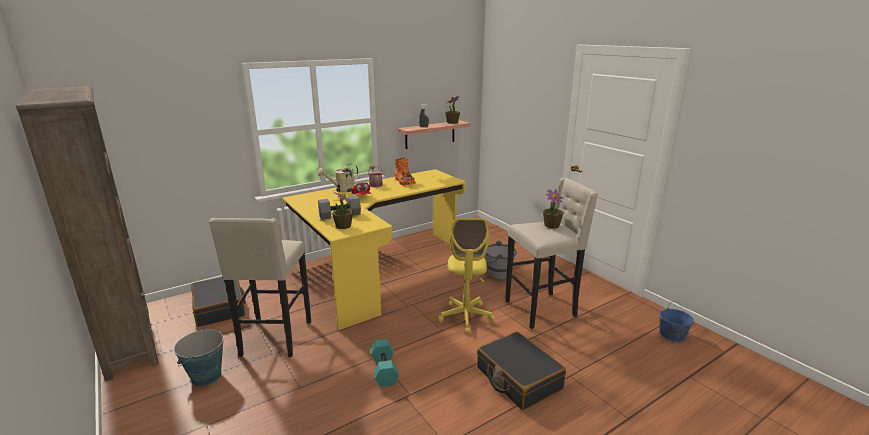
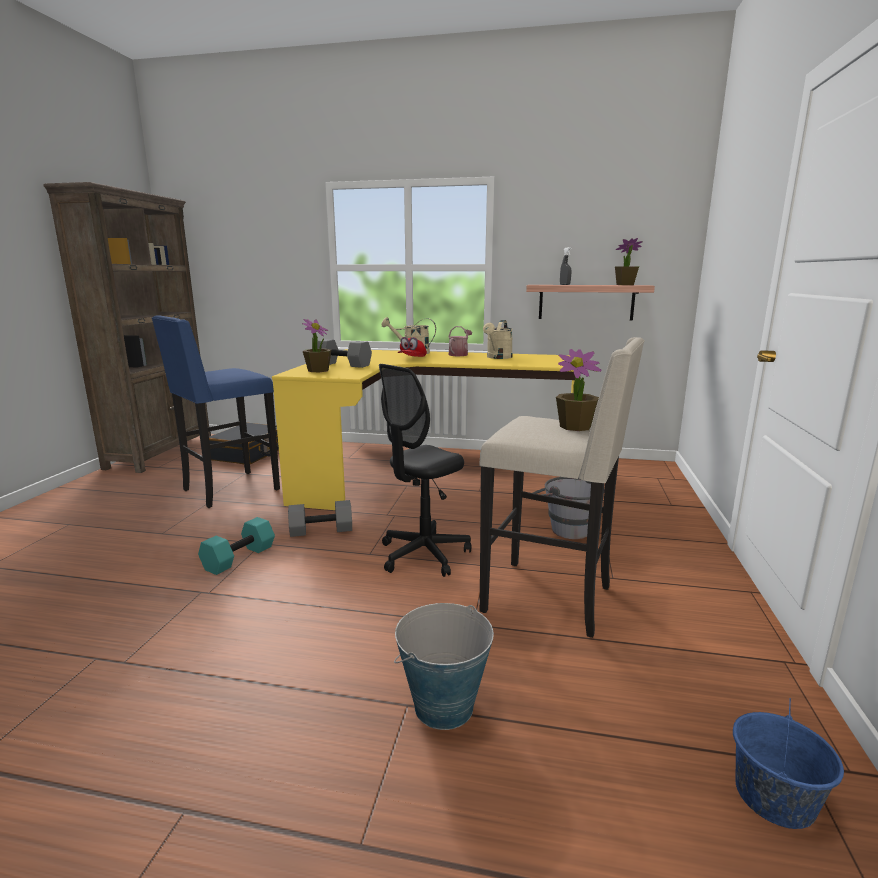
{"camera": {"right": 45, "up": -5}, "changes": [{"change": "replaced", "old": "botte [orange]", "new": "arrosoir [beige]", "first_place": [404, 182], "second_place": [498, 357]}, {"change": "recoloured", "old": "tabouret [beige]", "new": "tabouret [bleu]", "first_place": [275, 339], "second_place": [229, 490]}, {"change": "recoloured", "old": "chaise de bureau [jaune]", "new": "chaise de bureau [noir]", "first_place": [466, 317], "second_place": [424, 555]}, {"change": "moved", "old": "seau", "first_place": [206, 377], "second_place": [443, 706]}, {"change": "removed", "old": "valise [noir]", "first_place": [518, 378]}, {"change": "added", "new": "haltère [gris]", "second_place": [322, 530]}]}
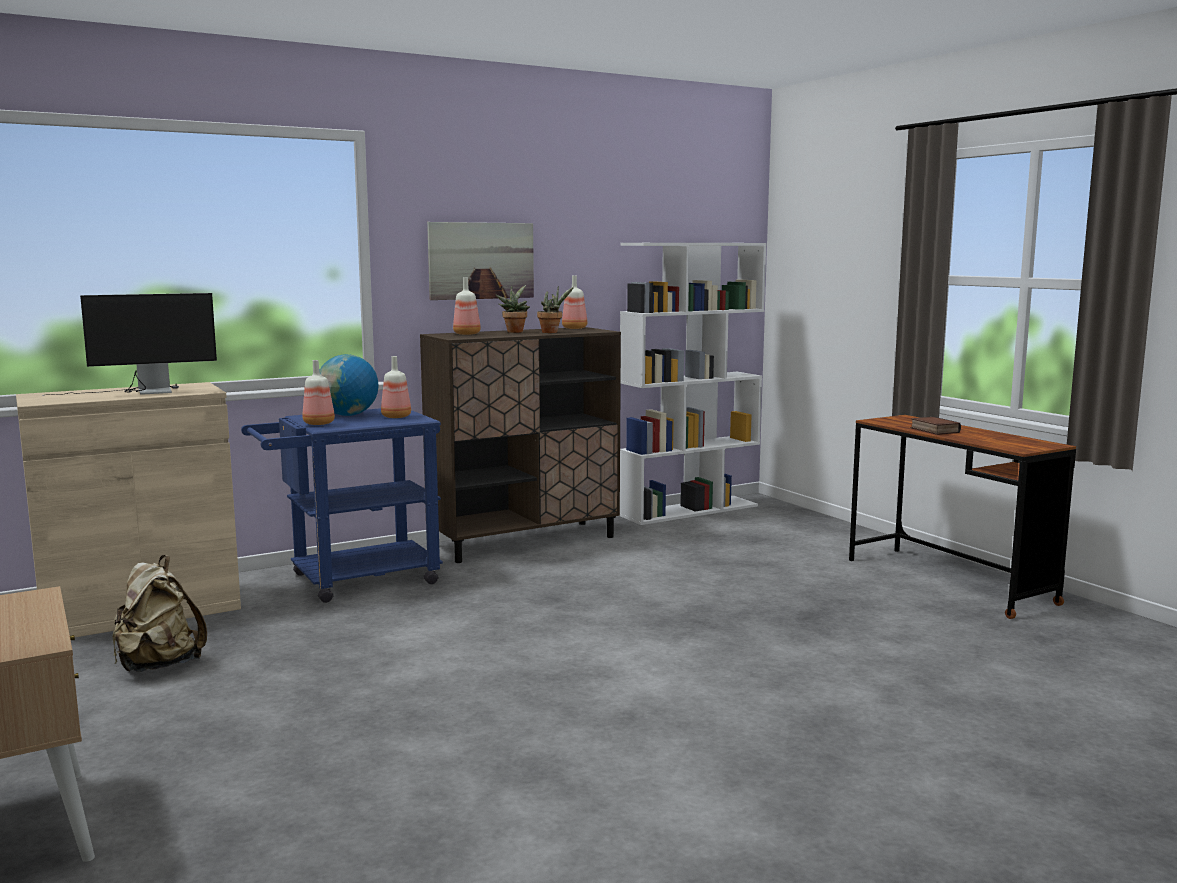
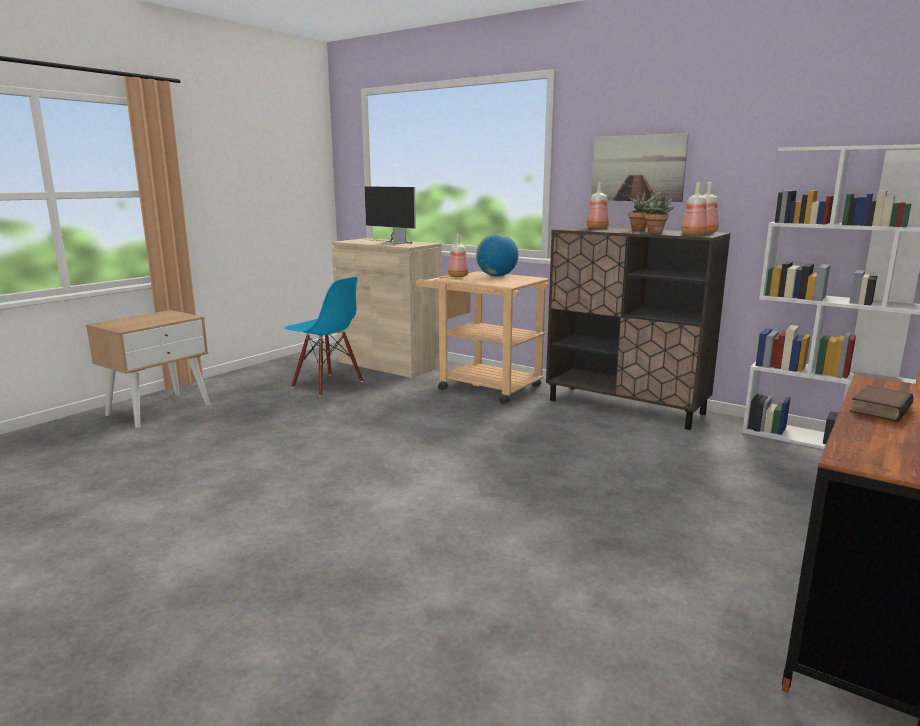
{"camera": {"right": 65, "up": 5}, "changes": [{"change": "moved", "old": "bouteille", "first_place": [397, 417], "second_place": [693, 234]}, {"change": "recoloured", "old": "chariot [bleu]", "new": "chariot [beige]", "first_place": [351, 581], "second_place": [482, 386]}, {"change": "replaced", "old": "sac à dos [beige]", "new": "chaise [bleu]", "first_place": [158, 665], "second_place": [327, 384]}]}
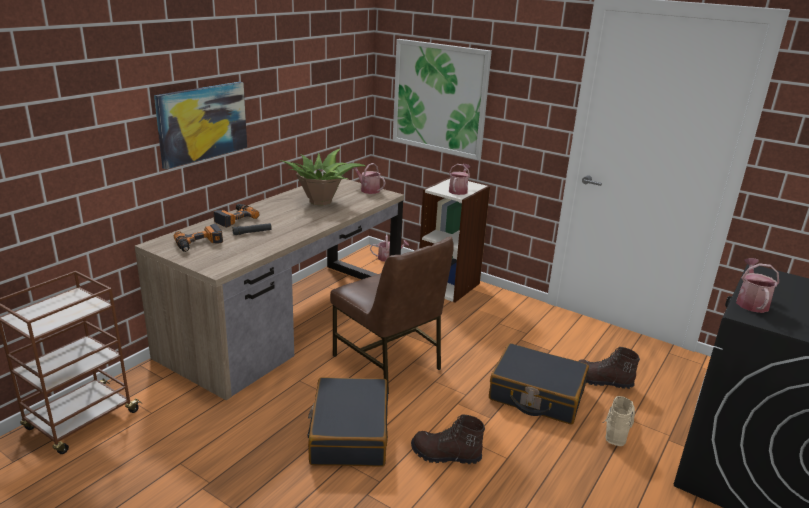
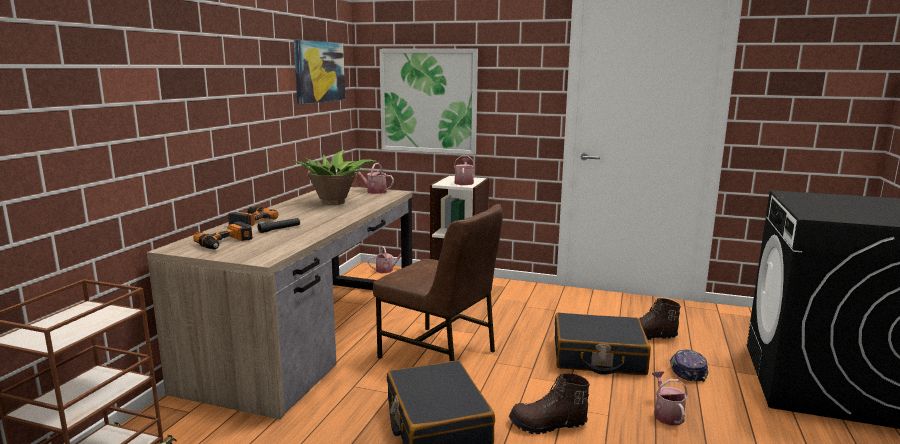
{"camera": {"right": -15, "up": -10}, "changes": [{"change": "moved", "old": "tableau", "first_place": [202, 123], "second_place": [319, 72]}, {"change": "moved", "old": "arrosoir", "first_place": [751, 302], "second_place": [666, 414]}, {"change": "replaced", "old": "botte [beige]", "new": "casquette", "first_place": [617, 428], "second_place": [687, 371]}]}
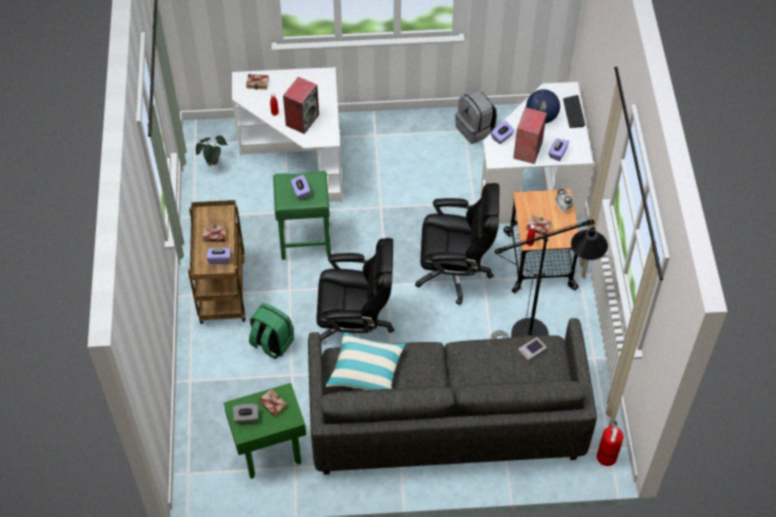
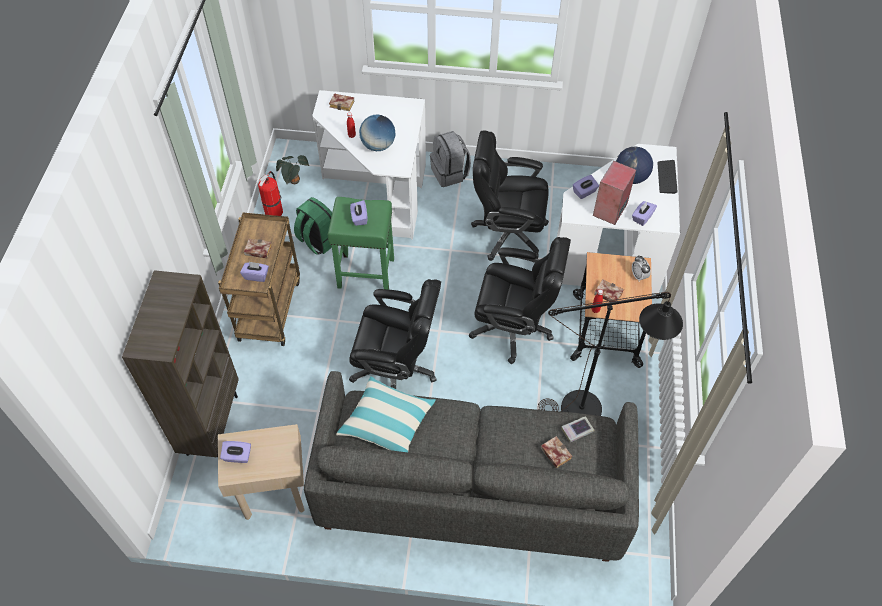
{"camera": {"right": 10, "up": 0}, "changes": [{"change": "replaced", "old": "enceinte", "new": "globe", "first_place": [302, 119], "second_place": [378, 145]}, {"change": "moved", "old": "sac à dos [gris]", "first_place": [475, 129], "second_place": [450, 173]}, {"change": "moved", "old": "sac à dos [vert]", "first_place": [271, 343], "second_place": [318, 241]}, {"change": "recoloured", "old": "table d'appoint [vert]", "new": "table d'appoint [beige]", "first_place": [270, 453], "second_place": [273, 495]}, {"change": "moved", "old": "livre", "first_place": [271, 404], "second_place": [554, 453]}, {"change": "recoloured", "old": "boîte à mouchoirs [gris]", "new": "boîte à mouchoirs [violet]", "first_place": [246, 417], "second_place": [237, 456]}, {"change": "moved", "old": "extincteur", "first_place": [606, 455], "second_place": [274, 211]}, {"change": "added", "new": "chaise de bureau [noir]", "second_place": [507, 233]}, {"change": "added", "new": "bibliothèque [marron]", "second_place": [211, 424]}]}
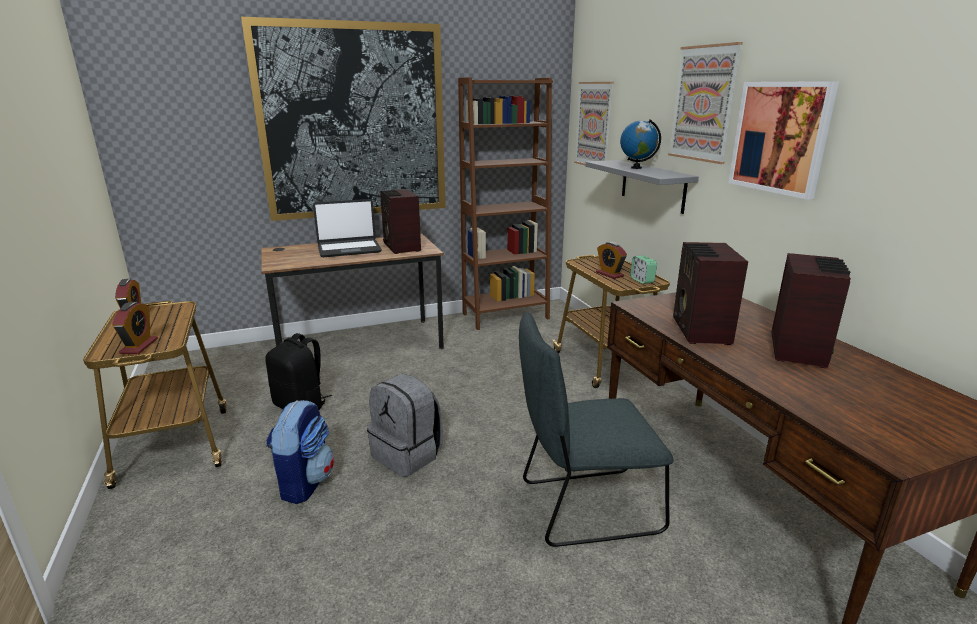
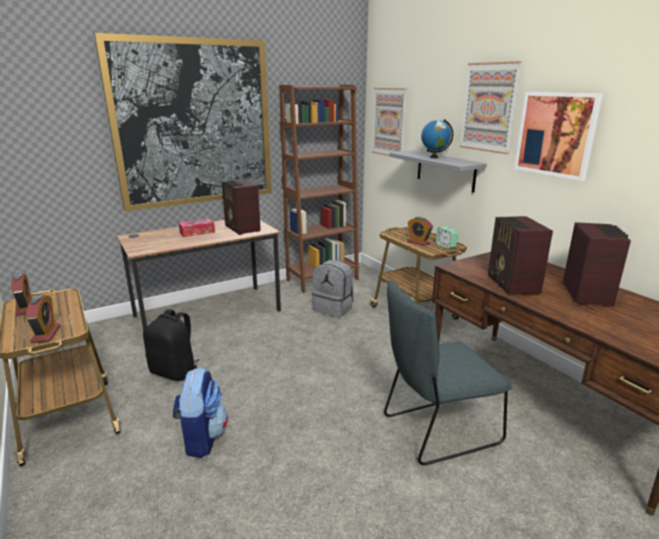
{"camera": {"right": -10, "up": 0}, "changes": [{"change": "replaced", "old": "ordinateur portable", "new": "boîte à mouchoirs", "first_place": [349, 249], "second_place": [197, 232]}, {"change": "moved", "old": "sac à dos [gris]", "first_place": [408, 455], "second_place": [334, 308]}]}
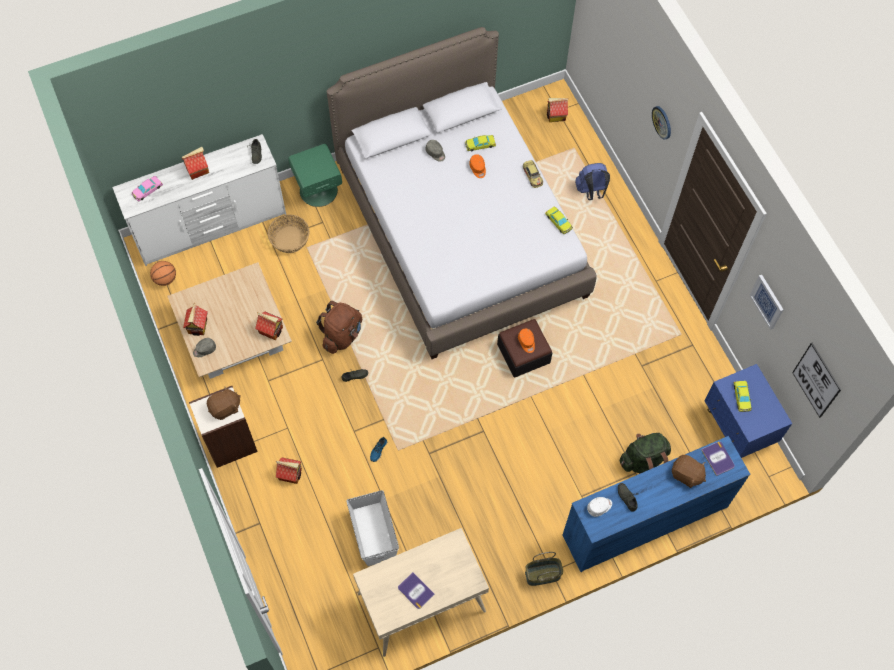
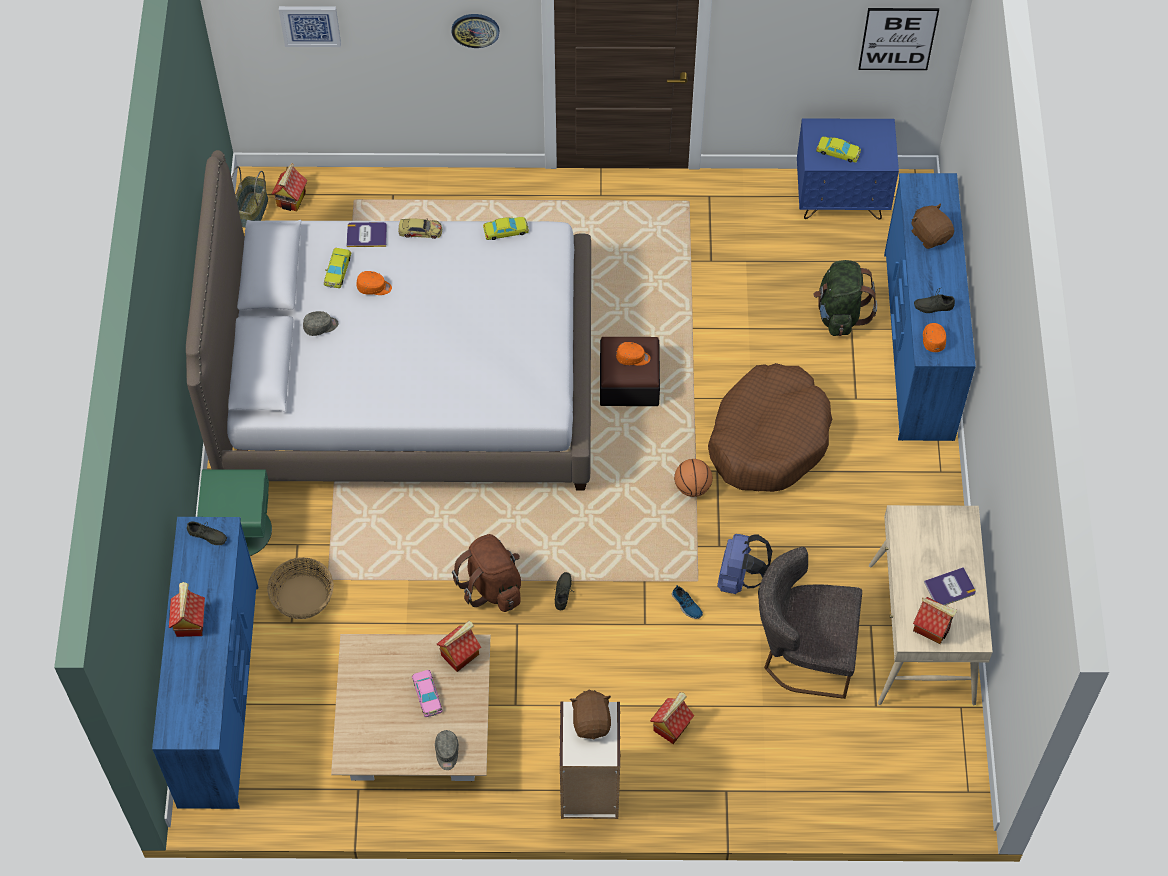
{"camera": {"right": -65, "up": -5}, "changes": [{"change": "recoloured", "old": "commode [blanc]", "new": "commode [bleu]", "first_place": [211, 226], "second_place": [220, 694]}, {"change": "moved", "old": "sac à dos [bleu]", "first_place": [591, 191], "second_place": [739, 578]}, {"change": "moved", "old": "petite voiture [rose]", "first_place": [147, 190], "second_place": [427, 695]}, {"change": "moved", "old": "ballon de basket", "first_place": [165, 279], "second_place": [692, 487]}, {"change": "moved", "old": "tableau", "first_place": [767, 301], "second_place": [310, 25]}, {"change": "moved", "old": "maison miniature", "first_place": [198, 326], "second_place": [932, 627]}, {"change": "moved", "old": "livre", "first_place": [718, 458], "second_place": [367, 235]}, {"change": "turned", "old": "peluche [marron]", "first_place": [686, 475], "second_place": [930, 235], "degrees": -90}, {"change": "replaced", "old": "boîte de rangement [blanc]", "new": "chaise [gris]", "first_place": [374, 533], "second_place": [803, 654]}, {"change": "recoloured", "old": "casquette [blanc]", "new": "casquette [orange]", "first_place": [599, 507], "second_place": [933, 339]}, {"change": "moved", "old": "panier", "first_place": [542, 575], "second_place": [253, 211]}, {"change": "added", "new": "panier pour chien [marron]", "second_place": [768, 438]}]}
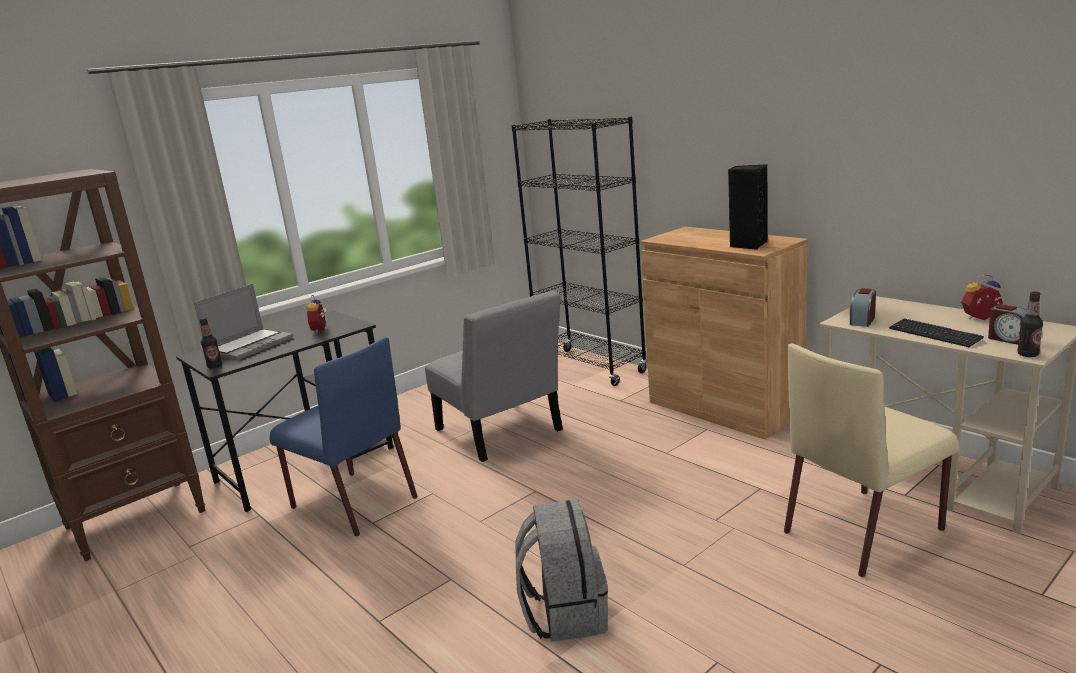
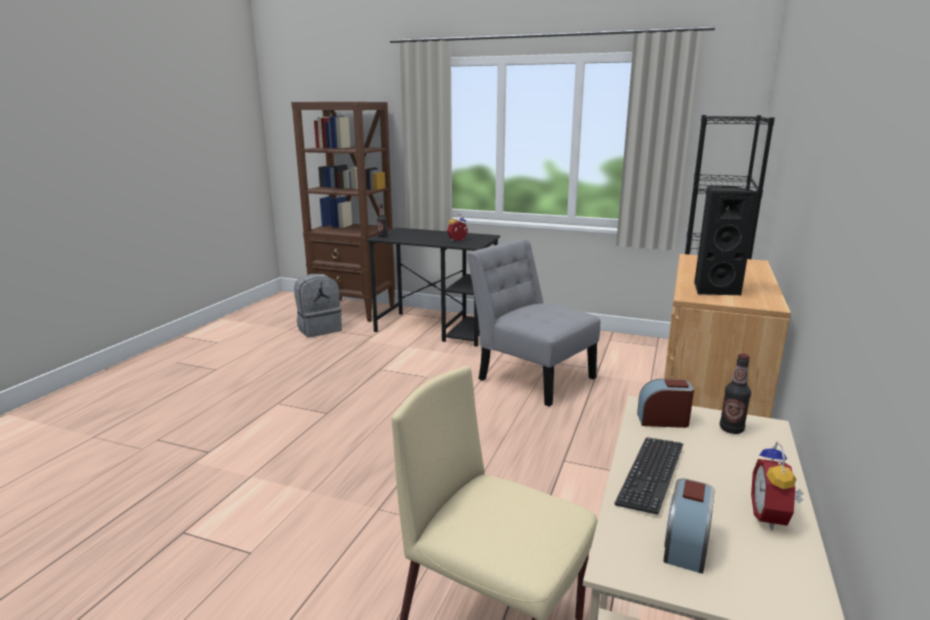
{"camera": {"right": 60, "up": 0}, "changes": [{"change": "turned", "old": "réveil", "first_place": [982, 319], "second_place": [772, 517], "degrees": -135}, {"change": "removed", "old": "ordinateur portable", "first_place": [250, 345]}, {"change": "turned", "old": "chaise [gris]", "first_place": [501, 433], "second_place": [531, 376], "degrees": 105}, {"change": "moved", "old": "bouteille", "first_place": [1028, 354], "second_place": [731, 429]}, {"change": "removed", "old": "chaise [bleu]", "first_place": [352, 502]}, {"change": "moved", "old": "sac à dos [gris]", "first_place": [565, 613], "second_place": [319, 329]}]}
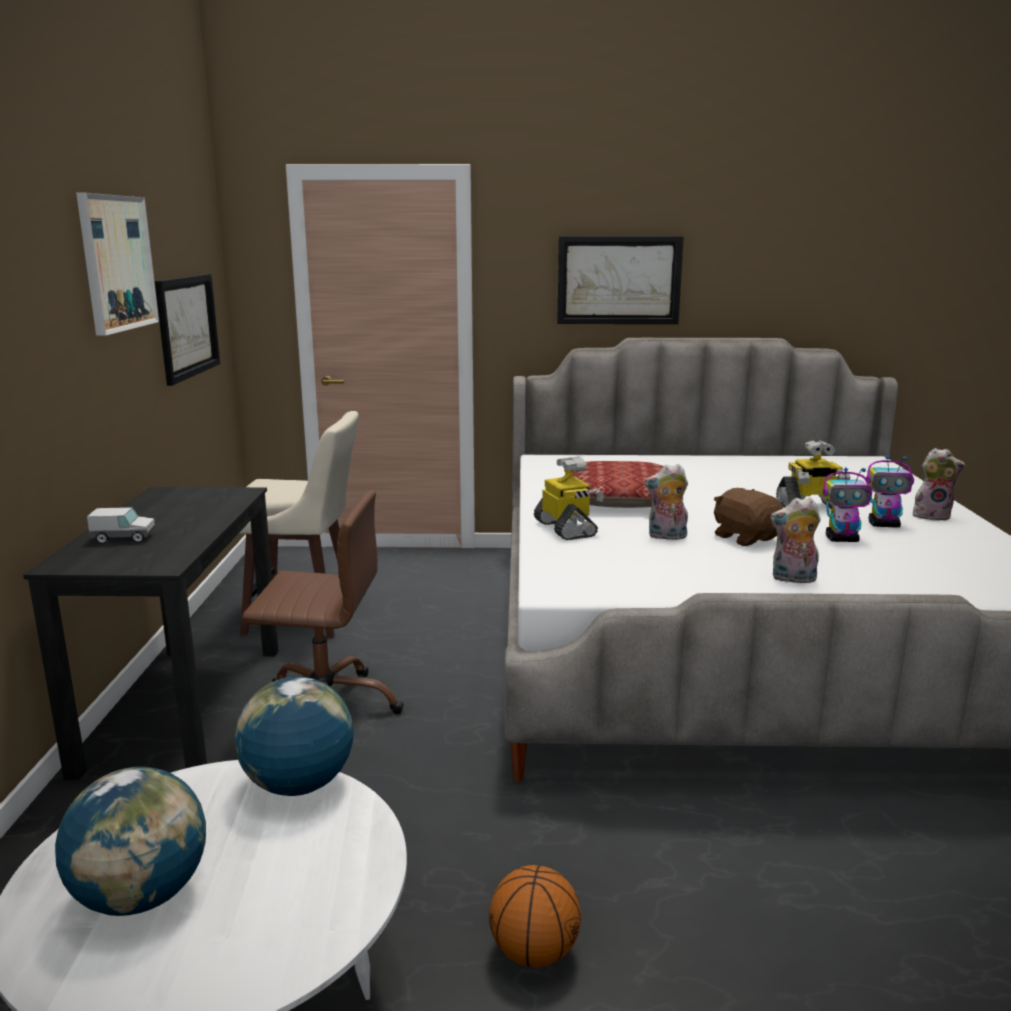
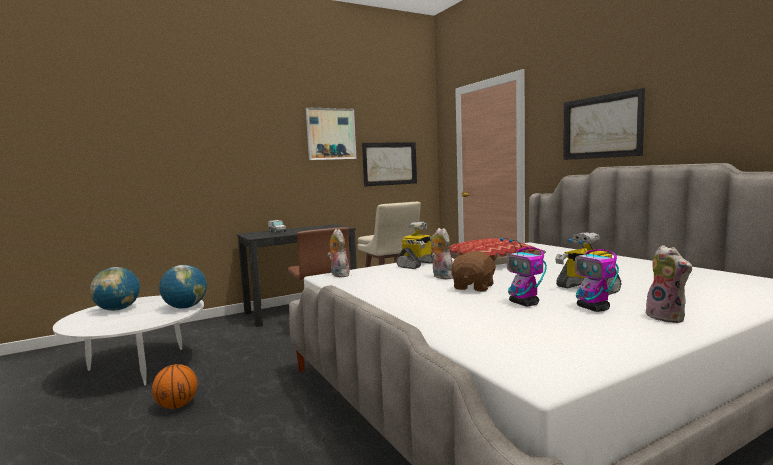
{"camera": {"right": 60, "up": -10}, "changes": [{"change": "moved", "old": "peluche", "first_place": [793, 579], "second_place": [338, 275]}]}
